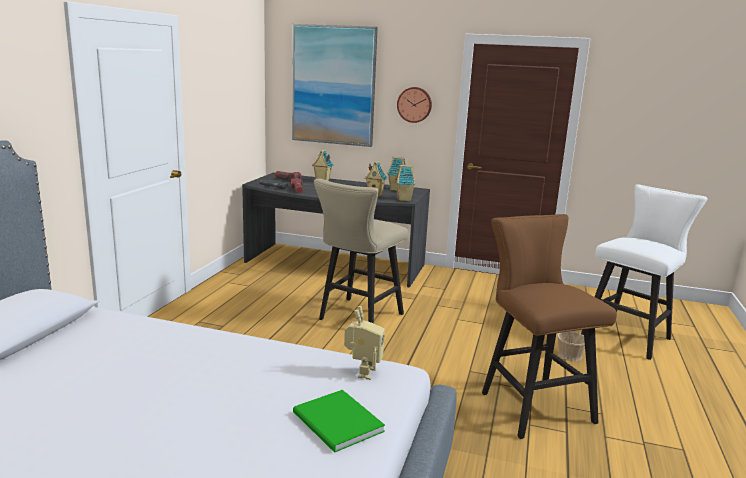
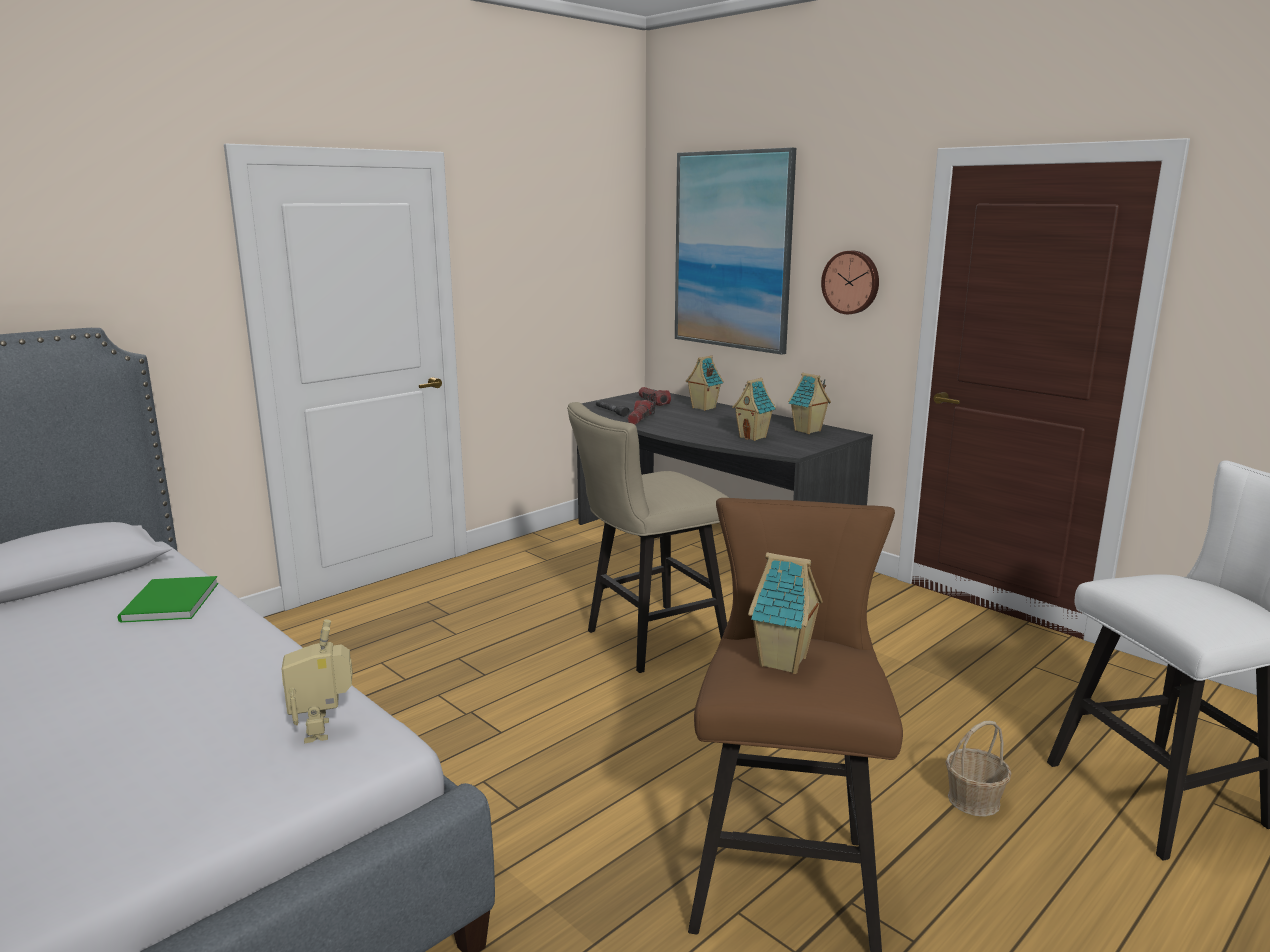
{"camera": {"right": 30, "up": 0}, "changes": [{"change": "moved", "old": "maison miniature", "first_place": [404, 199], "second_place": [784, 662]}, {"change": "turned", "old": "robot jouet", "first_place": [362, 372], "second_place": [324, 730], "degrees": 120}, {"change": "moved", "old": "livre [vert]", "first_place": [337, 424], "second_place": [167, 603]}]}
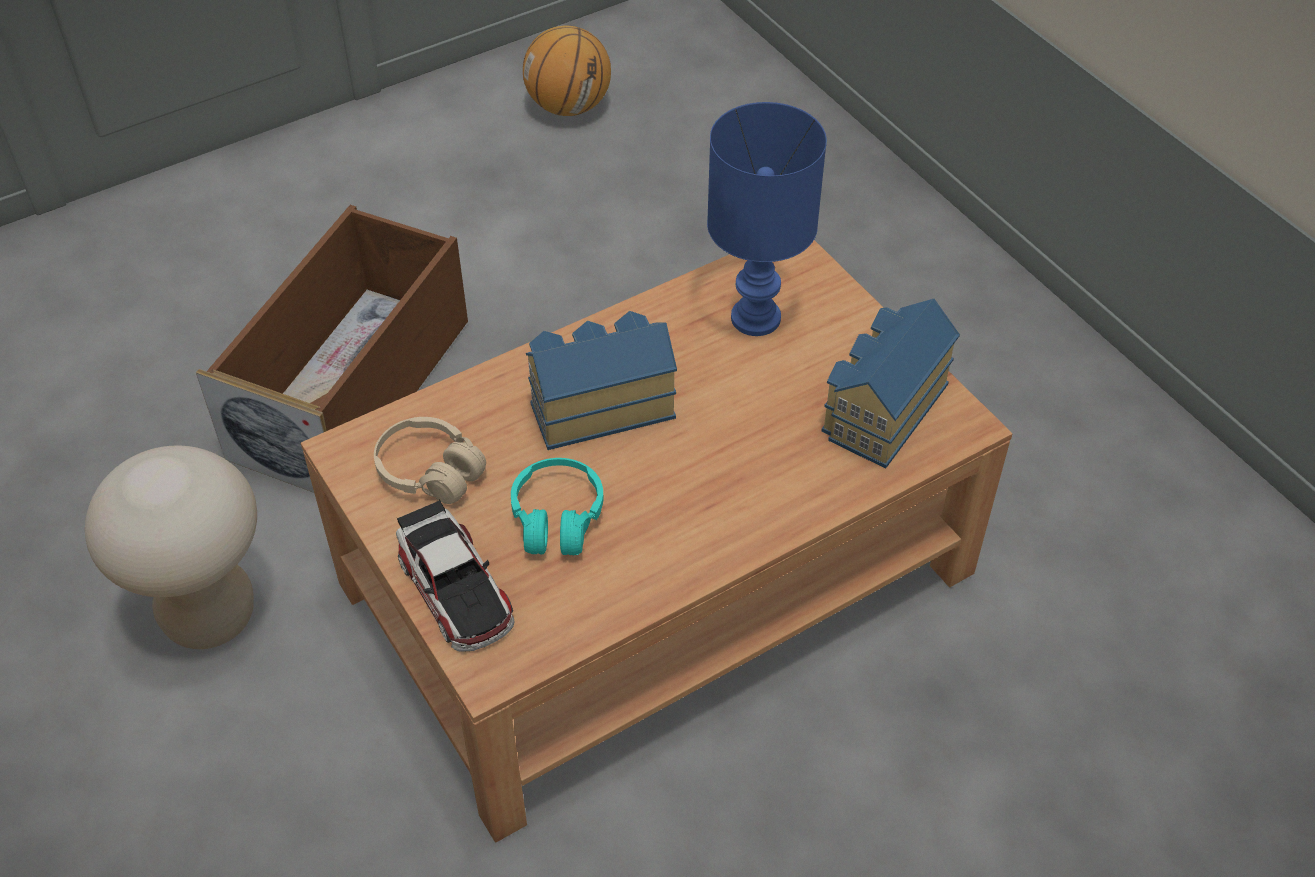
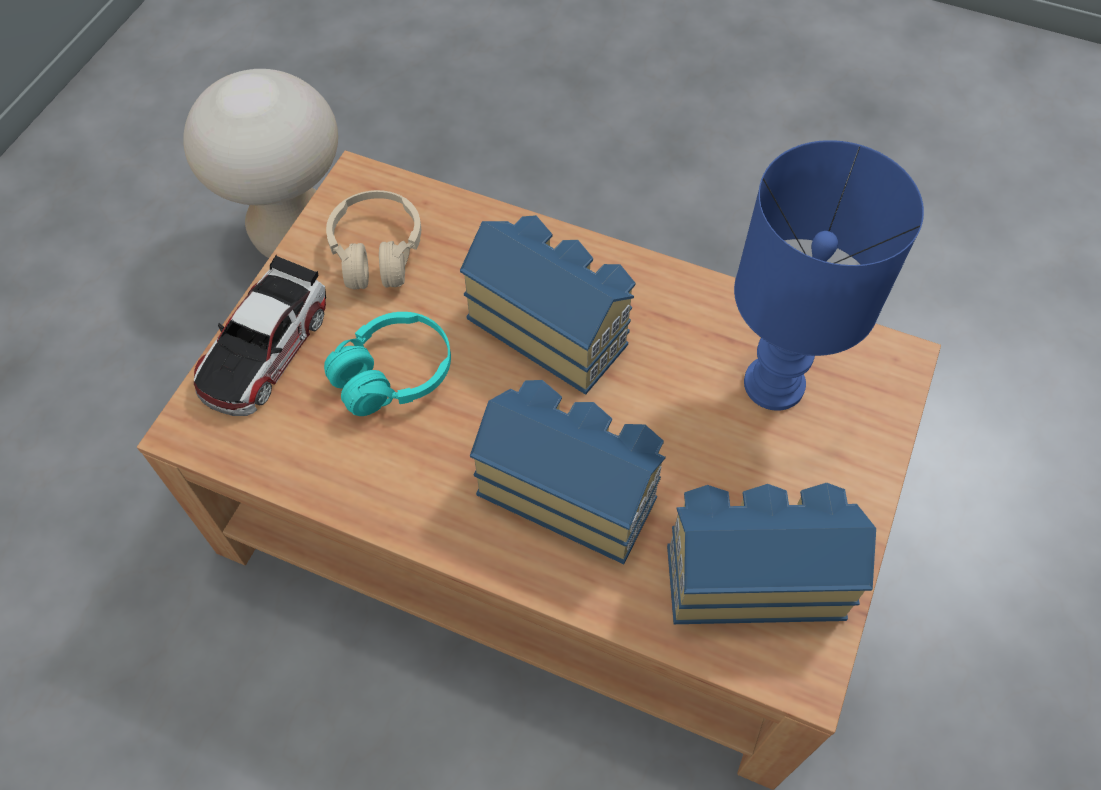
{"camera": {"right": 55, "up": 10}, "changes": [{"change": "removed", "old": "ballon de basket", "first_place": [569, 106]}, {"change": "removed", "old": "boîte de rangement [marron]", "first_place": [353, 387]}, {"change": "added", "new": "maison miniature", "second_place": [569, 487]}]}
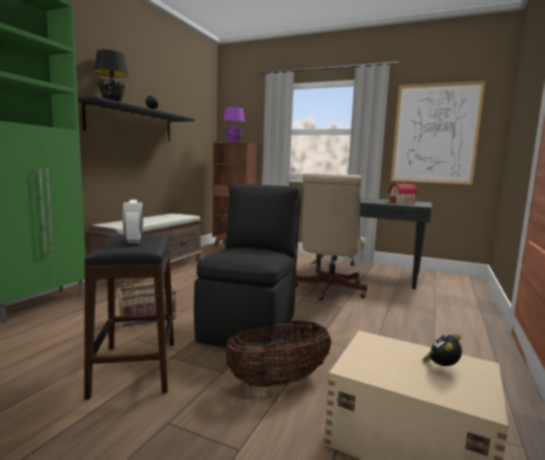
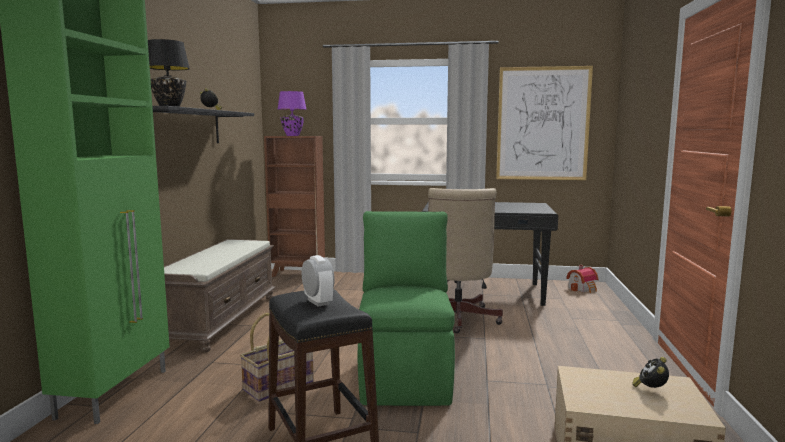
{"camera": {"right": -15, "up": 0}, "changes": [{"change": "moved", "old": "maison miniature", "first_place": [403, 203], "second_place": [583, 289]}, {"change": "recoloured", "old": "chaise [noir]", "new": "chaise [vert]", "first_place": [250, 326], "second_place": [405, 377]}, {"change": "removed", "old": "panier", "first_place": [278, 381]}]}
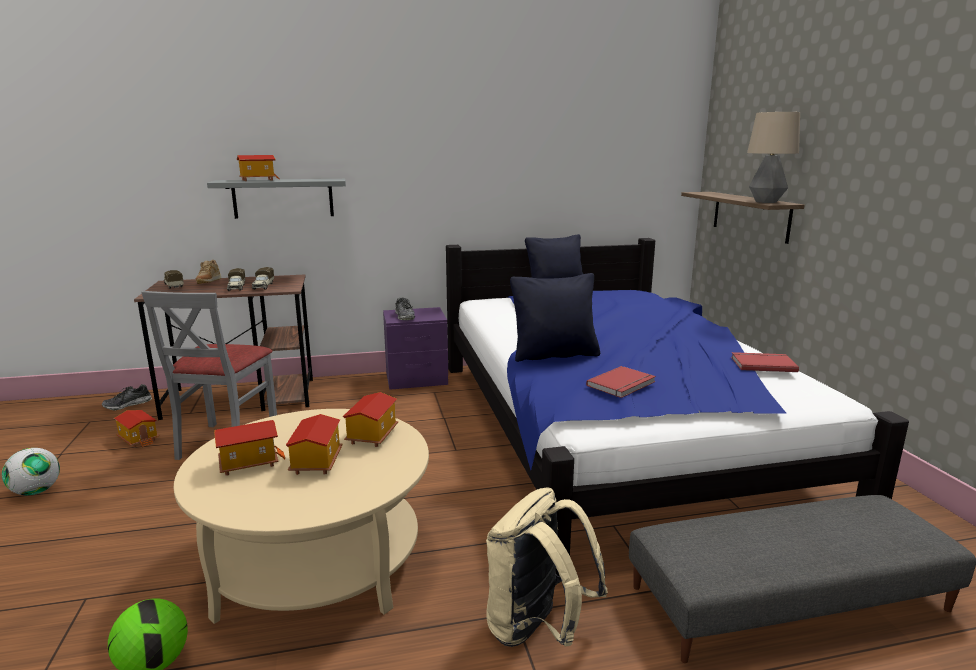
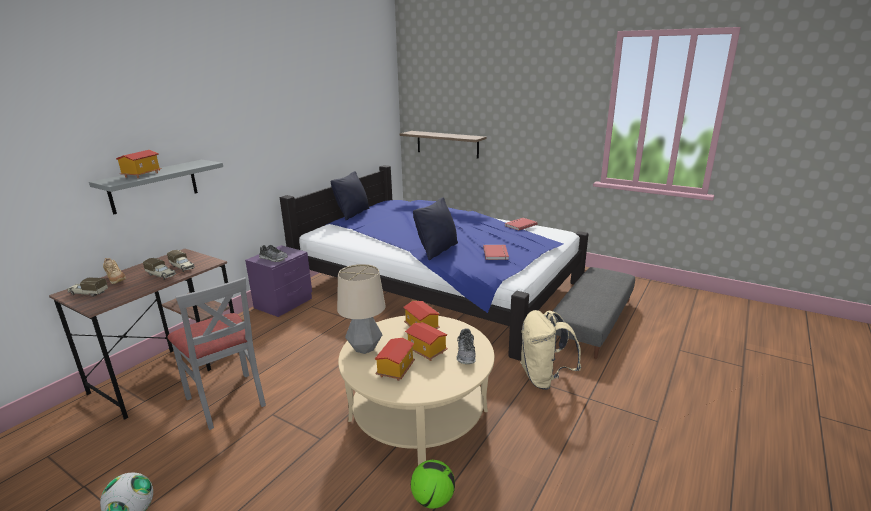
{"camera": {"right": -45, "up": 5}, "changes": [{"change": "moved", "old": "lampe de table", "first_place": [765, 202], "second_place": [364, 348]}, {"change": "moved", "old": "chaussure", "first_place": [128, 405], "second_place": [466, 354]}, {"change": "removed", "old": "maison miniature", "first_place": [139, 439]}]}
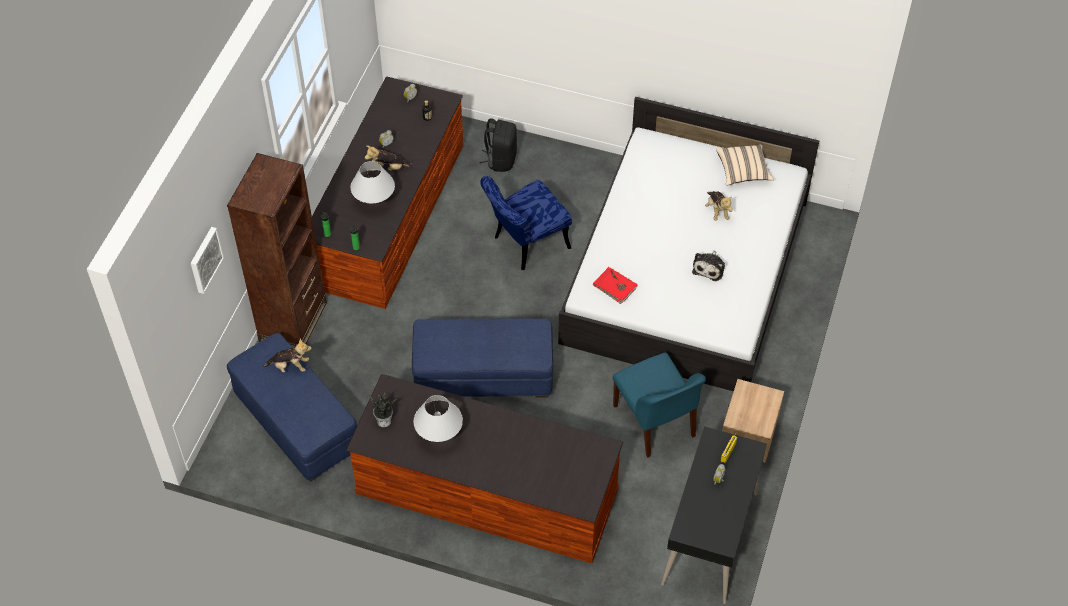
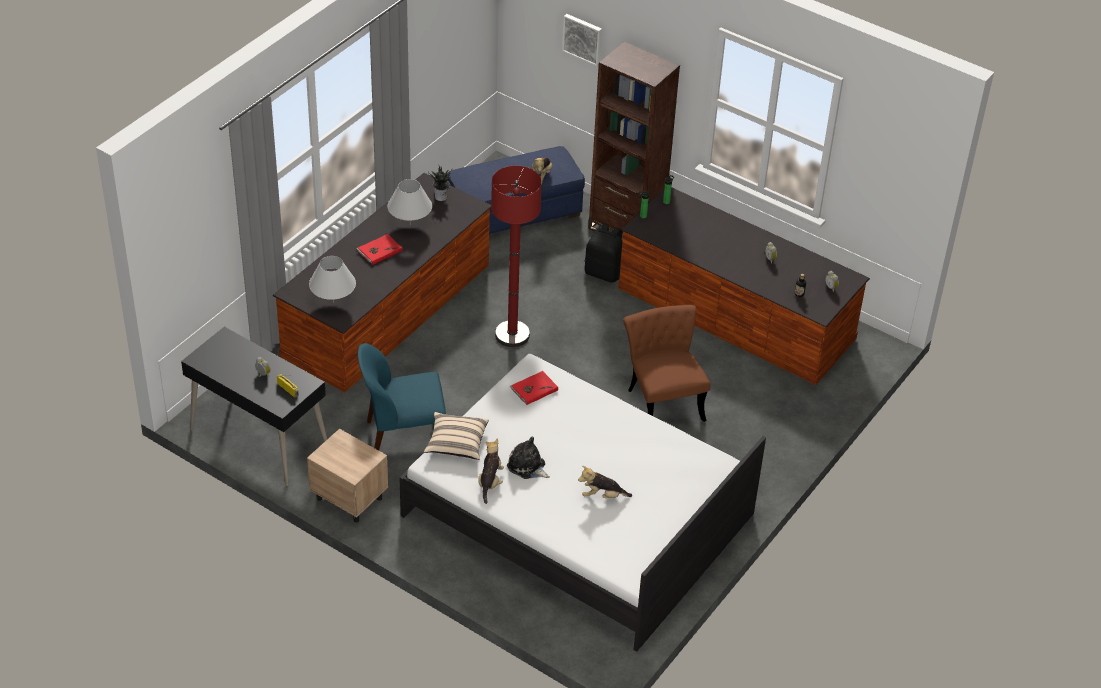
{"camera": {"right": 105, "up": -10}, "changes": [{"change": "moved", "old": "sac à dos [noir]", "first_place": [500, 159], "second_place": [604, 273]}, {"change": "moved", "old": "coussin [beige]", "first_place": [743, 171], "second_place": [456, 443]}, {"change": "moved", "old": "peluche", "first_place": [388, 168], "second_place": [490, 482]}, {"change": "moved", "old": "lampe de table [blanc]", "first_place": [374, 201], "second_place": [333, 302]}, {"change": "recoloured", "old": "chaise [bleu]", "new": "chaise [marron]", "first_place": [525, 244], "second_place": [662, 400]}, {"change": "replaced", "old": "pouf [bleu]", "new": "lampadaire [rouge]", "first_place": [483, 375], "second_place": [512, 335]}, {"change": "added", "new": "livre [rouge]", "second_place": [379, 250]}]}
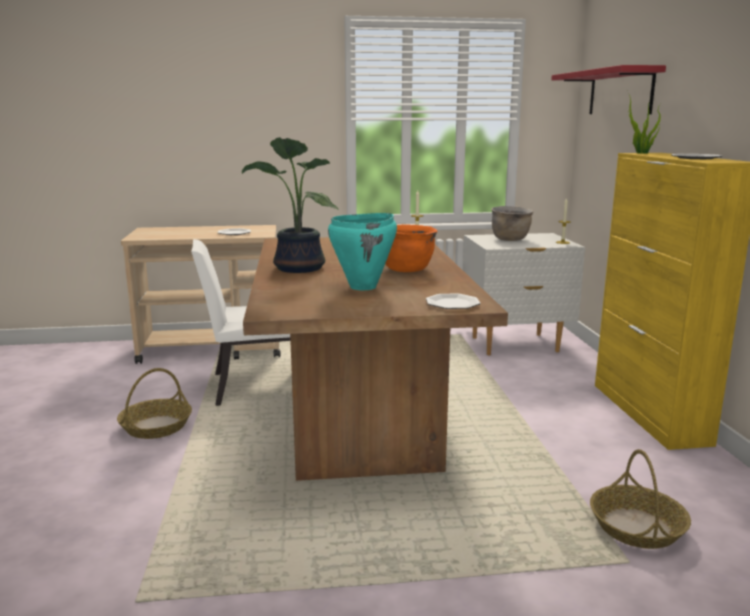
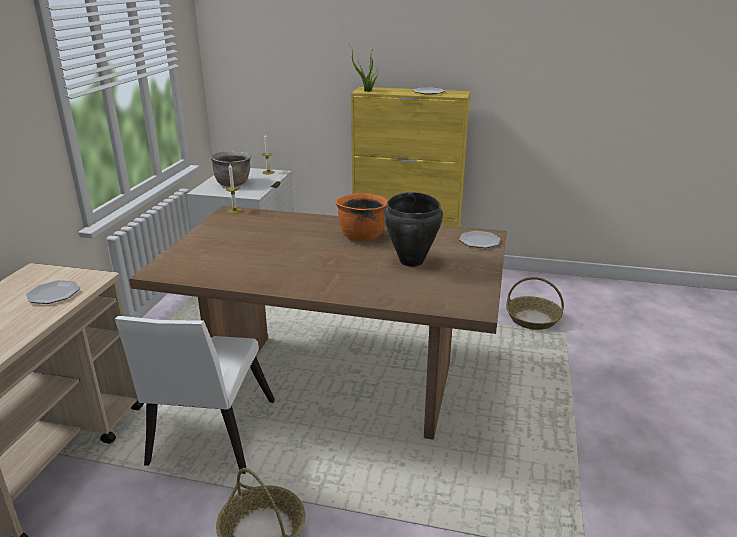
{"camera": {"right": -70, "up": 10}, "changes": [{"change": "removed", "old": "étagère [rouge]", "first_place": [620, 92]}, {"change": "removed", "old": "plante en pot", "first_place": [296, 268]}, {"change": "recoloured", "old": "marmite [turquoise]", "new": "marmite [noir]", "first_place": [363, 287], "second_place": [412, 261]}]}
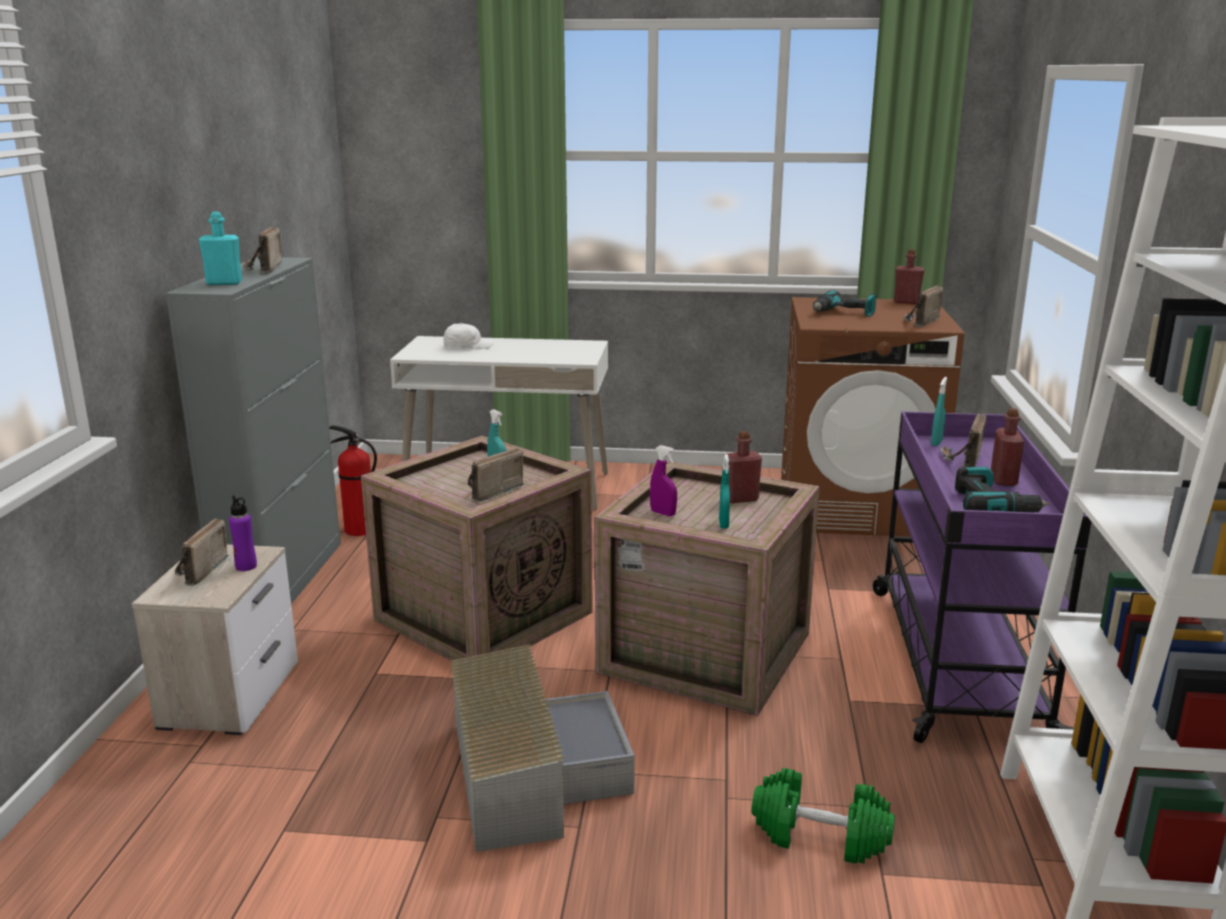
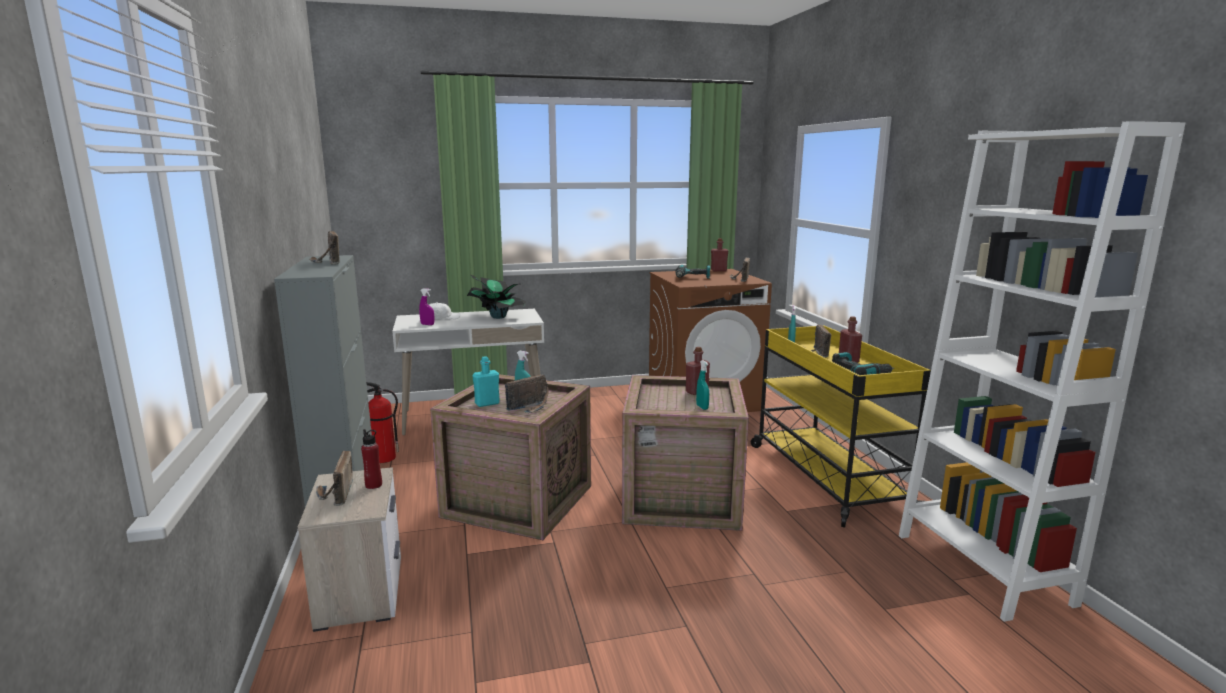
{"camera": {"right": -20, "up": -5}, "changes": [{"change": "moved", "old": "bouteille [turquoise]", "first_place": [224, 283], "second_place": [487, 403]}, {"change": "recoloured", "old": "chariot [violet]", "new": "chariot [jaune]", "first_place": [956, 660], "second_place": [825, 476]}, {"change": "moved", "old": "vaporisateur [violet]", "first_place": [663, 513], "second_place": [427, 324]}, {"change": "turned", "old": "radio", "first_place": [490, 491], "second_place": [531, 407], "degrees": -150}, {"change": "recoloured", "old": "bouteille [violet]", "new": "bouteille [rouge]", "first_place": [246, 566], "second_place": [373, 485]}, {"change": "removed", "old": "boîte de rangement [gris]", "first_place": [530, 771]}, {"change": "removed", "old": "haltère [vert]", "first_place": [820, 837]}, {"change": "added", "new": "plante en pot", "second_place": [498, 317]}]}
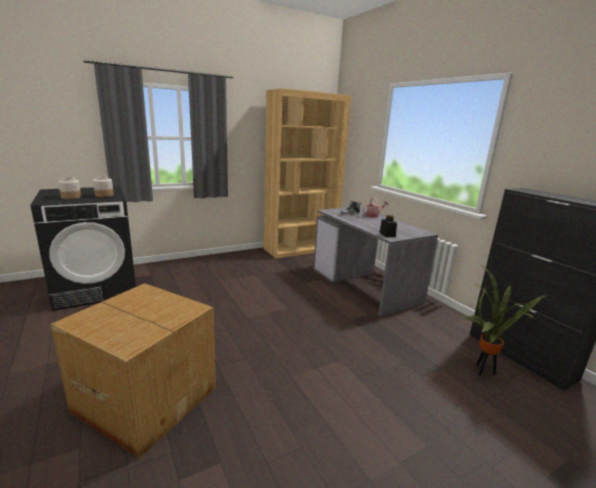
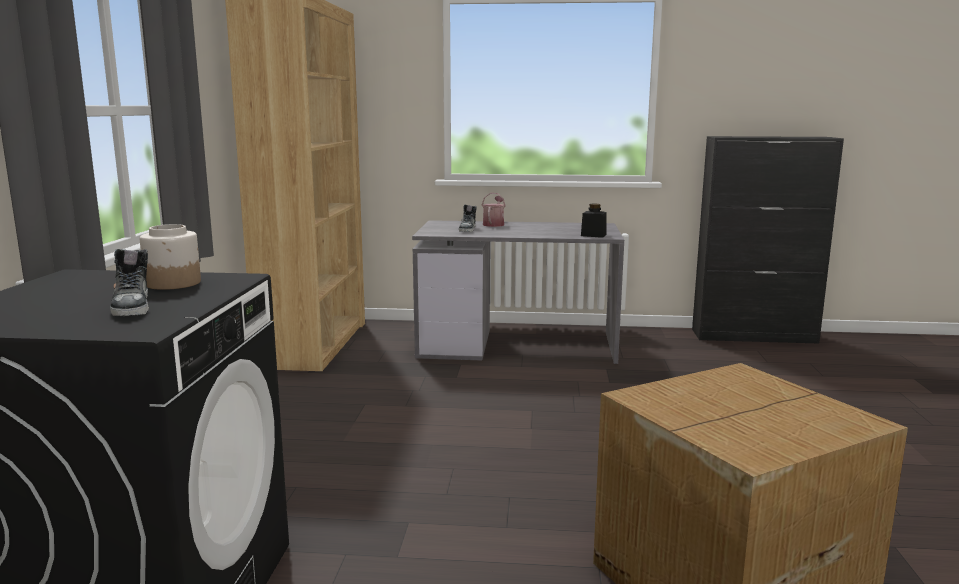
{"camera": {"right": -55, "up": -5}, "changes": [{"change": "replaced", "old": "bocal", "new": "chaussure", "first_place": [71, 197], "second_place": [133, 306]}, {"change": "removed", "old": "plante en pot", "first_place": [483, 370]}]}
